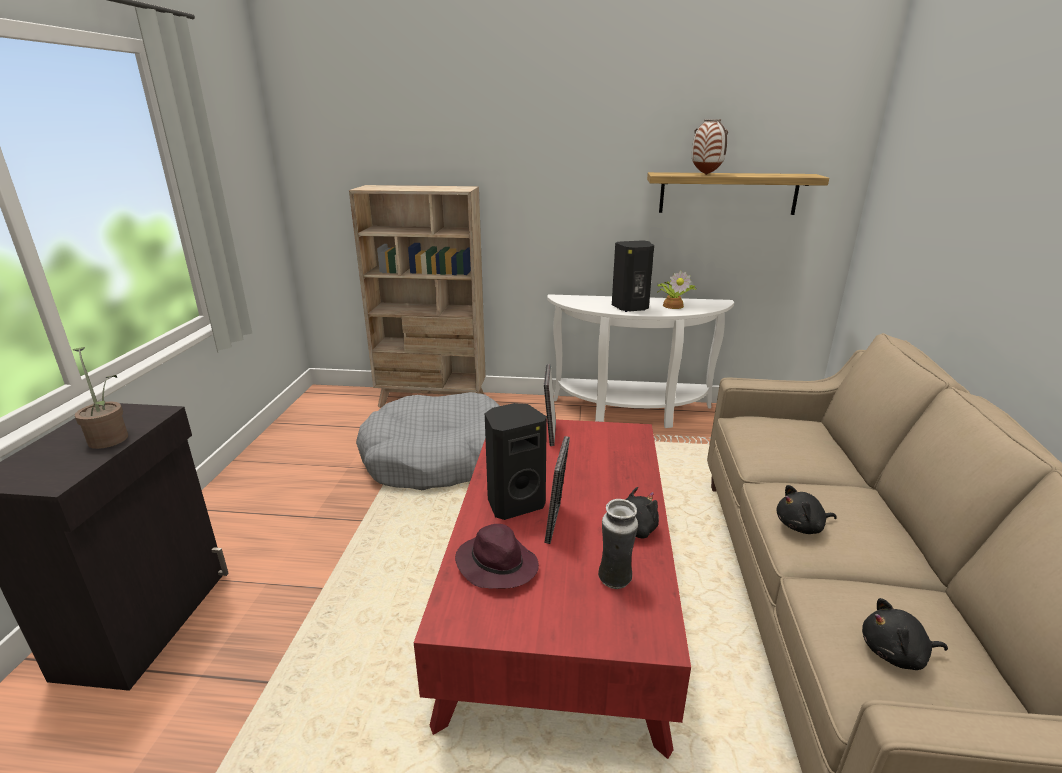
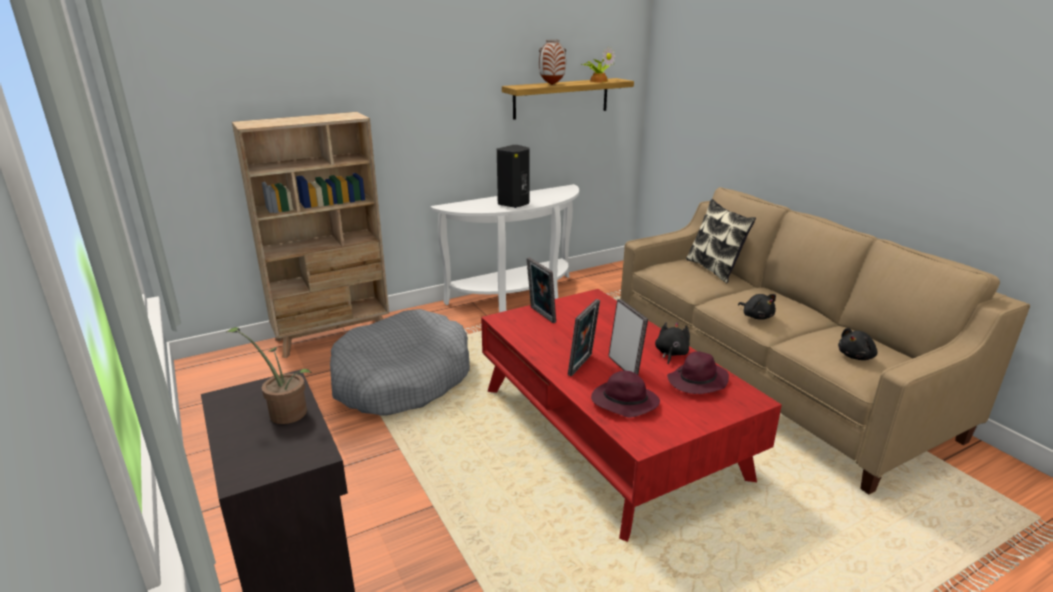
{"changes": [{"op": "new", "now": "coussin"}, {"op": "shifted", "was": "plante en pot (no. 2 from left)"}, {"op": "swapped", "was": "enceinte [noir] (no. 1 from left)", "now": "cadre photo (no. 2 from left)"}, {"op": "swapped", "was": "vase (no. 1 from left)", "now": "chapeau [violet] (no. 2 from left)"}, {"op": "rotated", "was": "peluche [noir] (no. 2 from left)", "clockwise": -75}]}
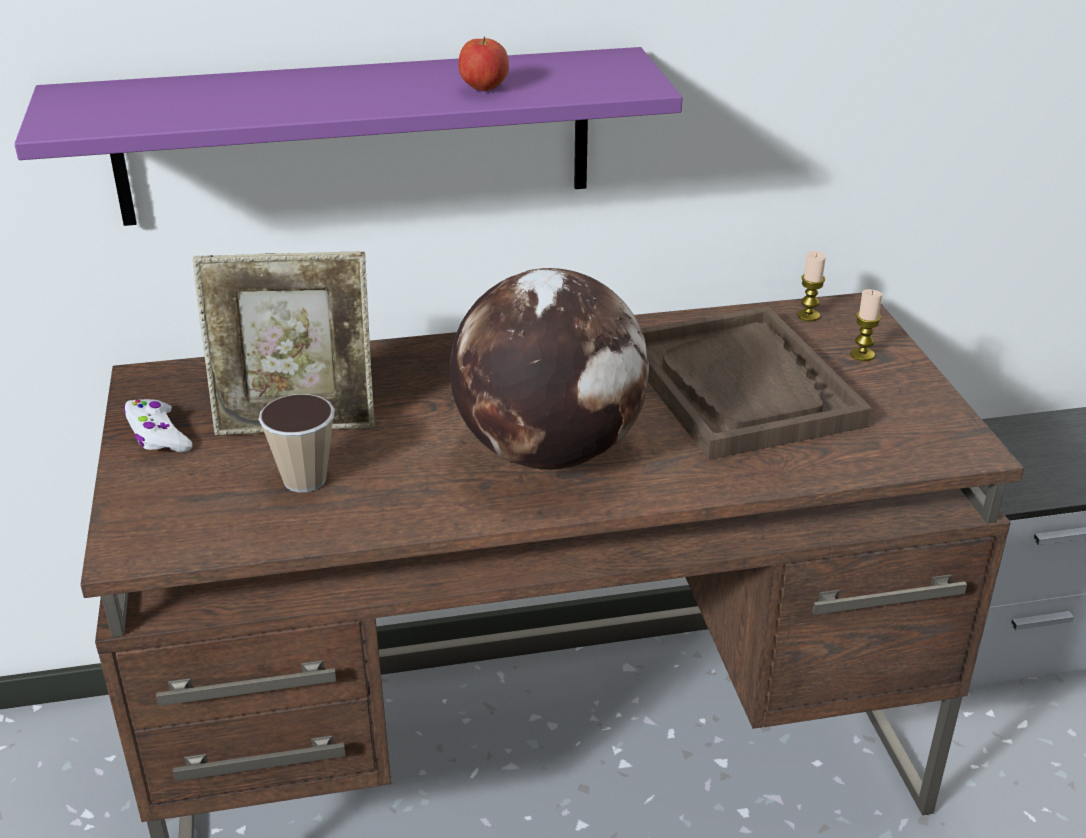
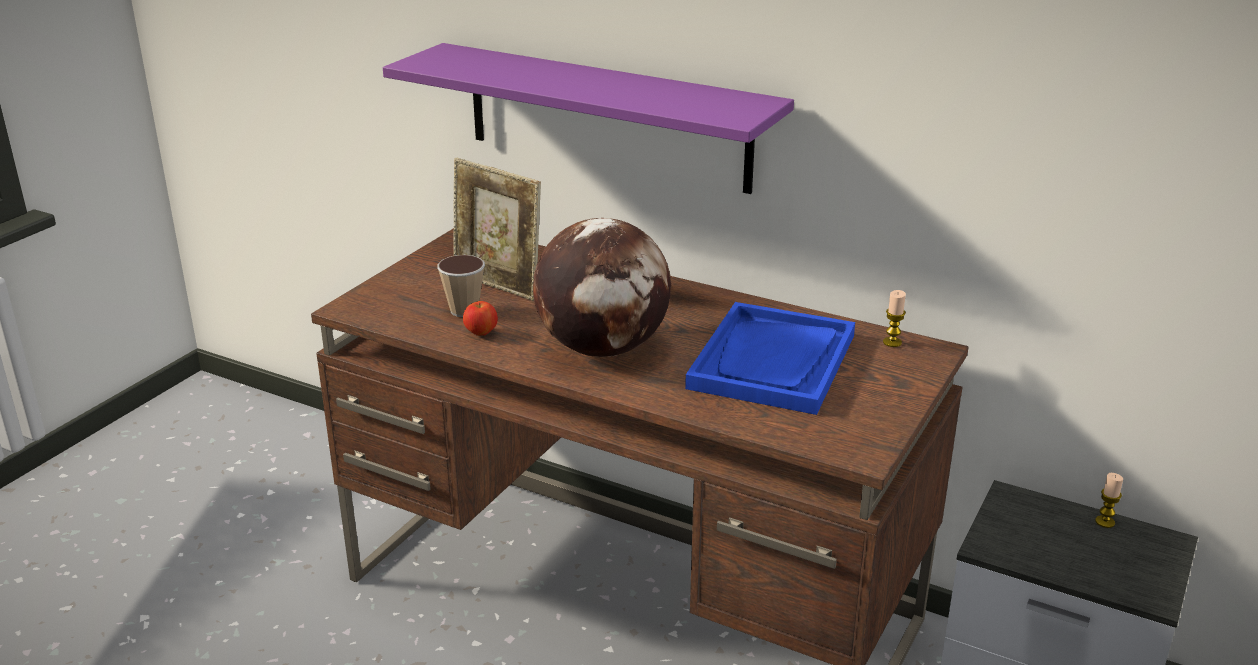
{"changes": [{"op": "gone", "was": "manette [blanc]"}, {"op": "shifted", "was": "pomme"}, {"op": "shifted", "was": "bougie (no. 2 from left)"}, {"op": "repainted", "was": "plateau [marron]", "now": "plateau [bleu]"}]}
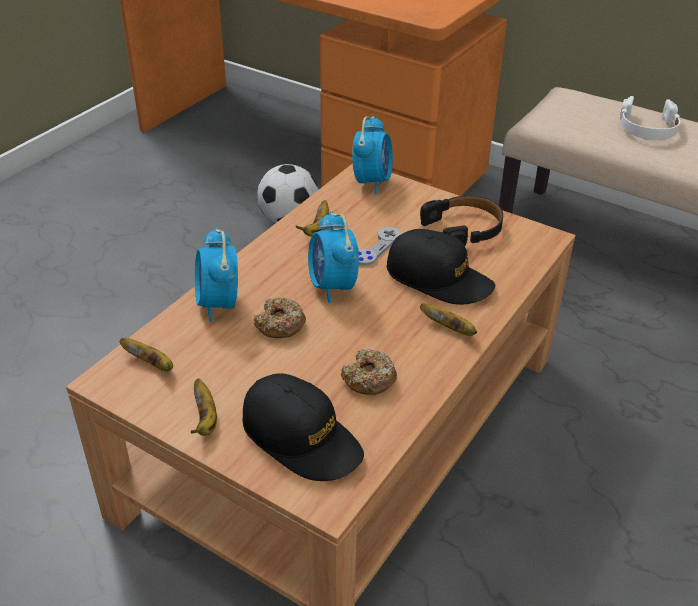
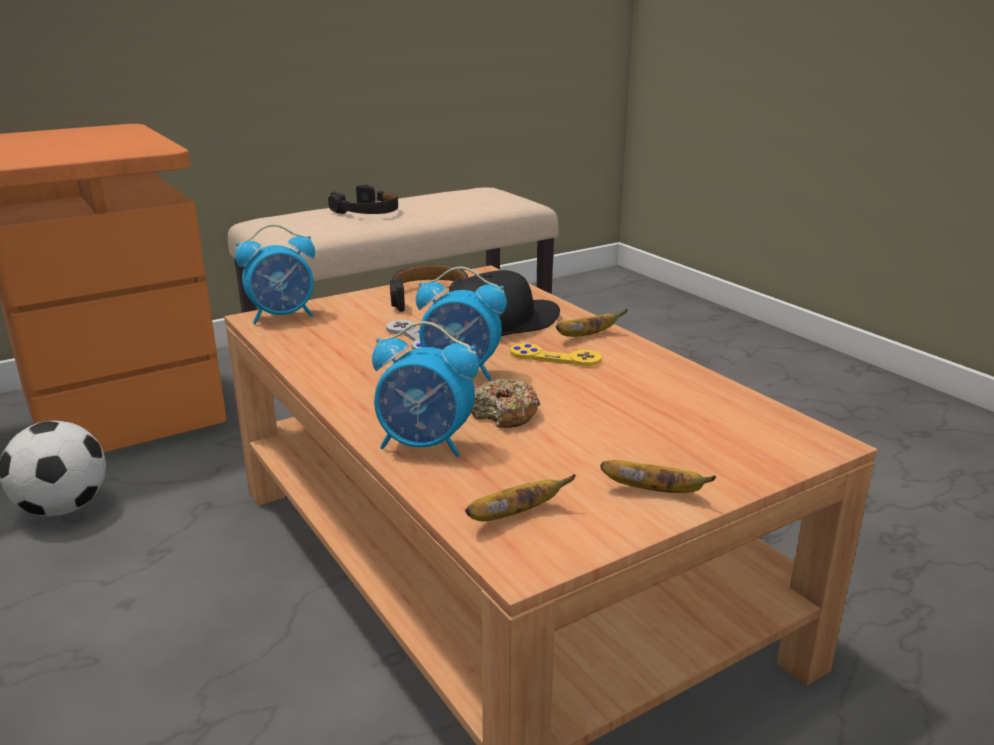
{"changes": [{"op": "gone", "was": "casquette [noir] (no. 1 from left)"}, {"op": "gone", "was": "banane (no. 3 from left)"}, {"op": "gone", "was": "beignet (no. 2 from left)"}, {"op": "new", "now": "manette [jaune]"}, {"op": "repainted", "was": "casque audio [blanc]", "now": "casque audio [noir] (no. 1 from left)"}, {"op": "rotated", "was": "réveil (no. 3 from left in the first image)", "clockwise": 120}]}
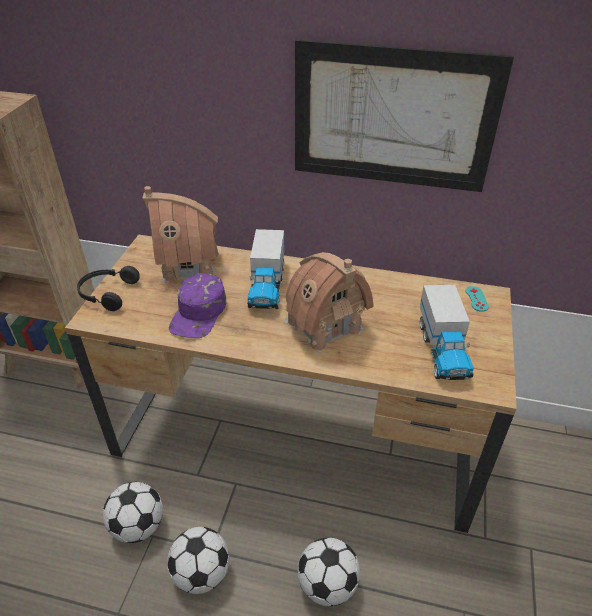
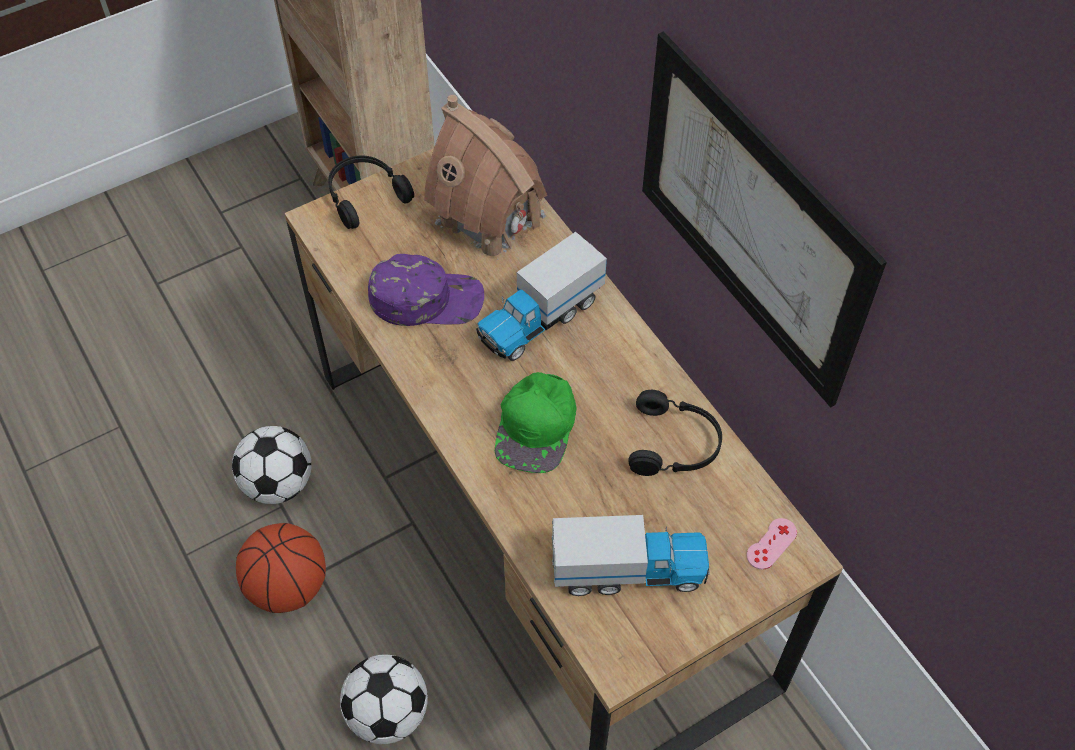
{"changes": [{"op": "new", "now": "casque audio [noir] (no. 2 from left)"}, {"op": "swapped", "was": "ballon de foot (no. 2 from left)", "now": "ballon de basket"}, {"op": "swapped", "was": "maison miniature (no. 2 from left)", "now": "casquette [vert]"}, {"op": "repainted", "was": "manette [turquoise]", "now": "manette [rose]"}, {"op": "rotated", "was": "casquette [violet]", "clockwise": -150}, {"op": "rotated", "was": "camion jouet (no. 2 from left)", "clockwise": -135}]}
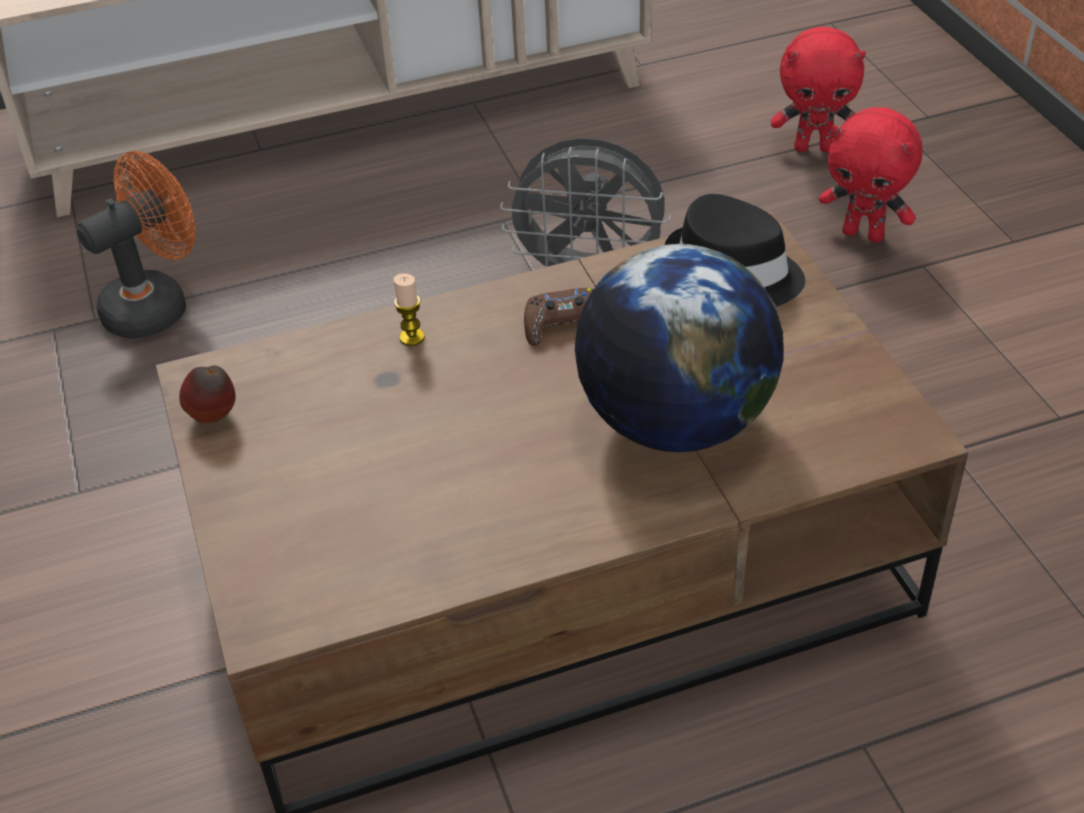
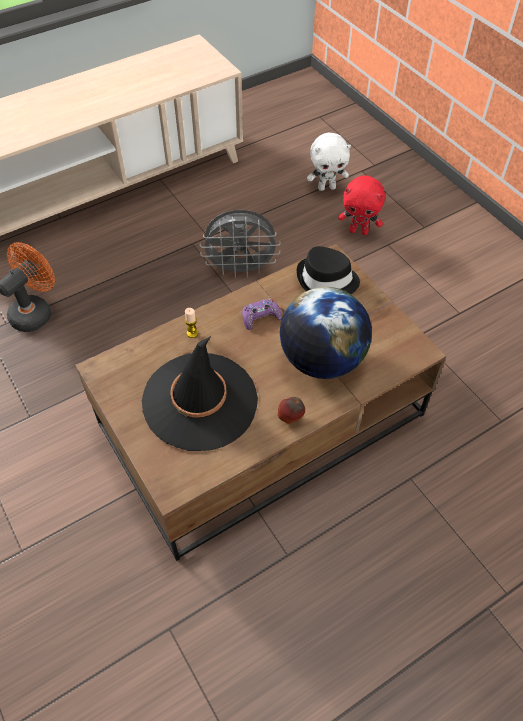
{"changes": [{"op": "new", "now": "chapeau [noir] (no. 1 from left)"}, {"op": "shifted", "was": "pomme"}, {"op": "repainted", "was": "manette [marron]", "now": "manette [violet]"}, {"op": "repainted", "was": "peluche [rouge] (no. 1 from left)", "now": "peluche [blanc]"}]}
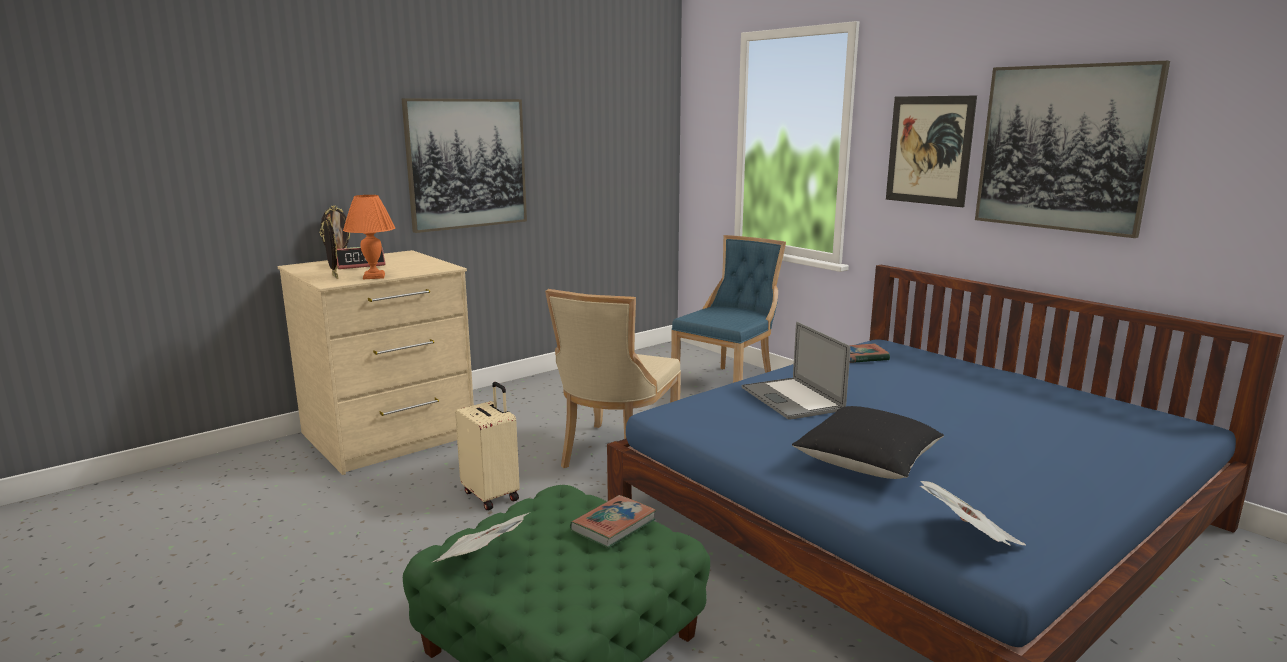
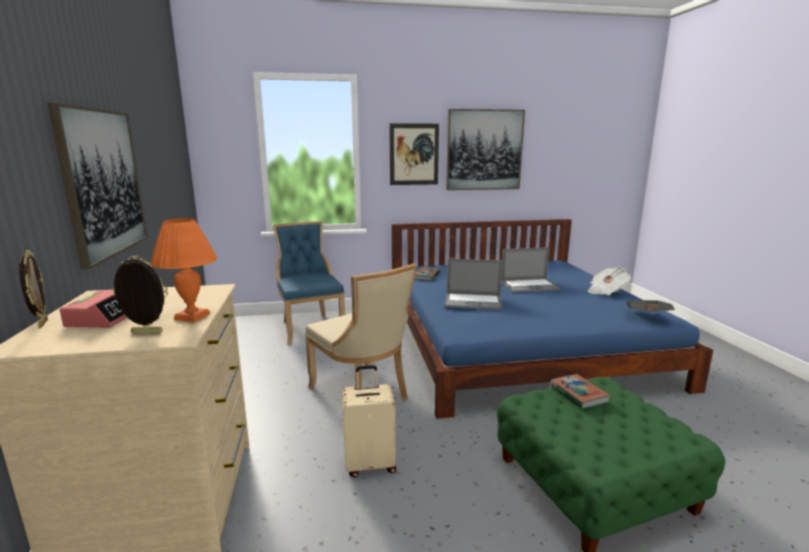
{"changes": [{"op": "gone", "was": "coussin [noir]"}, {"op": "new", "now": "ordinateur portable (no. 2 from left)"}, {"op": "shifted", "was": "journal (no. 1 from left)"}]}
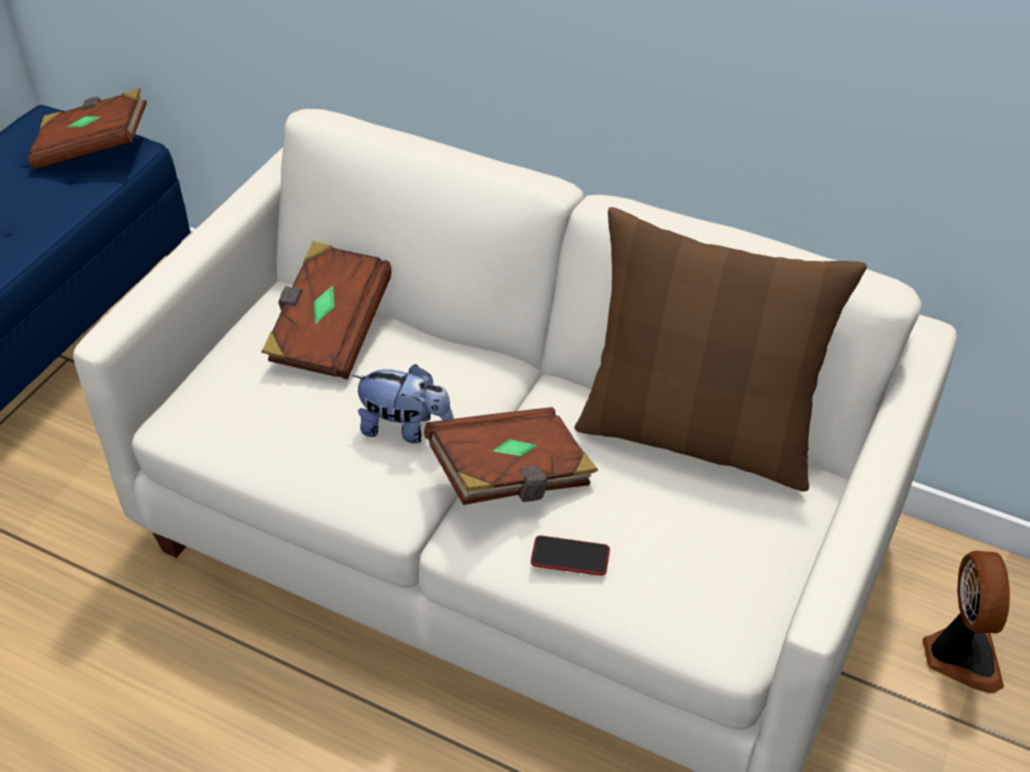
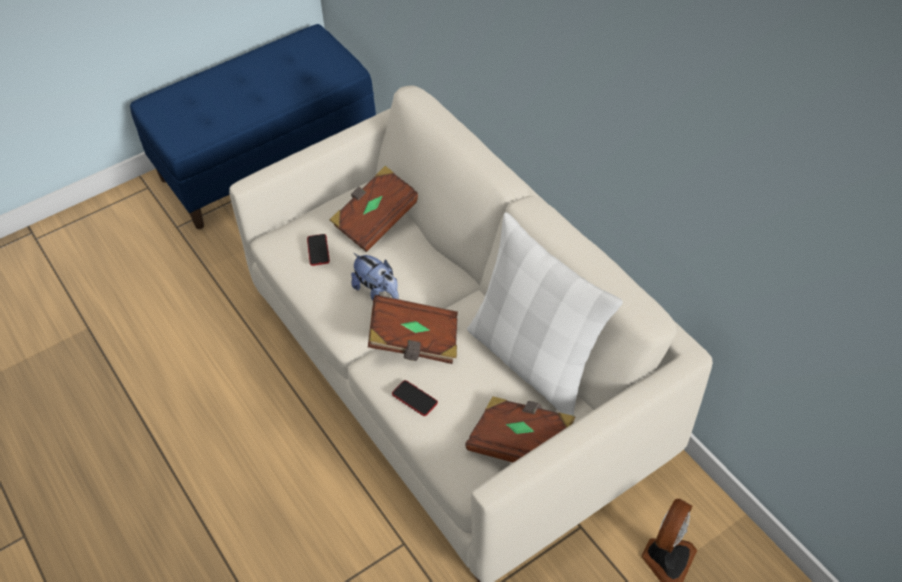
{"changes": [{"op": "new", "now": "téléphone (no. 1 from left)"}, {"op": "shifted", "was": "livre [marron] (no. 1 from left in the first image)", "now": "livre [marron] (no. 3 from left)"}, {"op": "repainted", "was": "coussin [marron]", "now": "coussin [blanc]"}]}
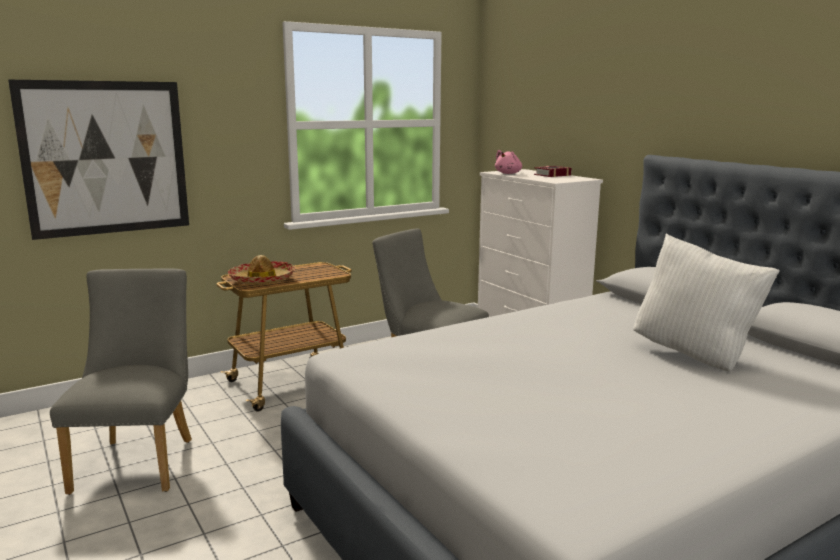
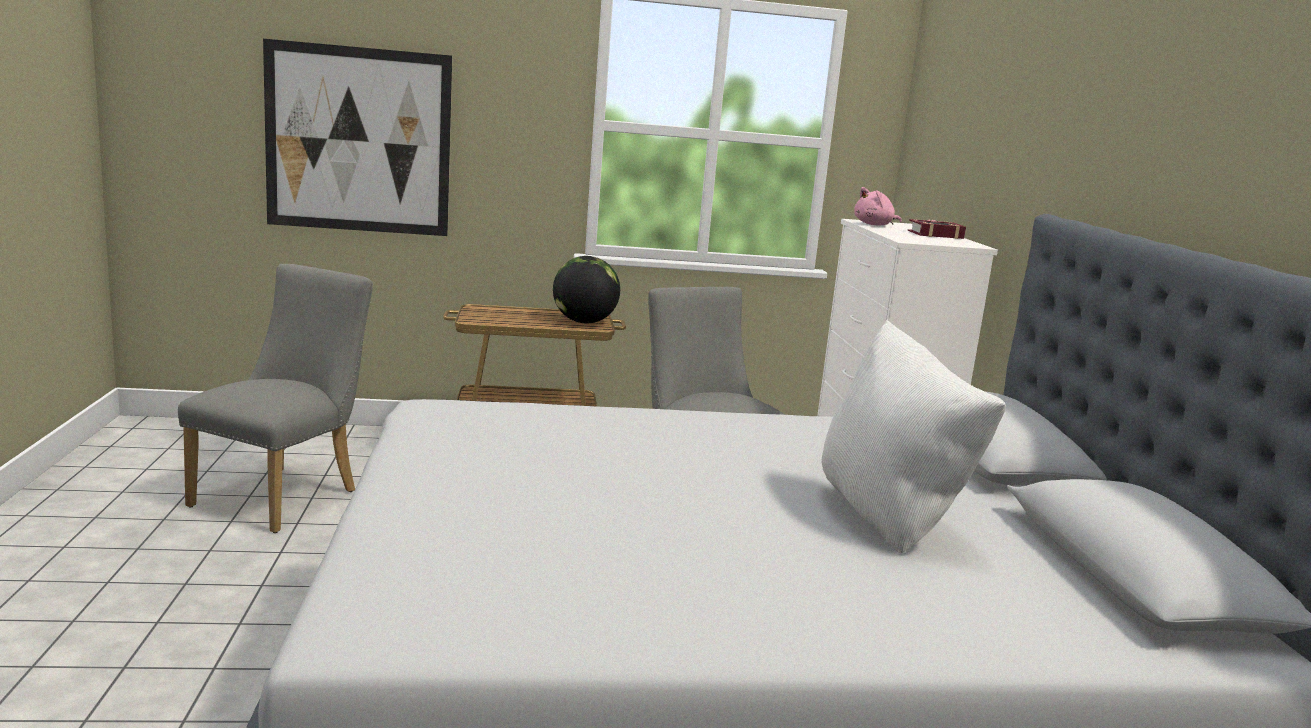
{"changes": [{"op": "gone", "was": "chapeau"}, {"op": "new", "now": "globe"}]}
